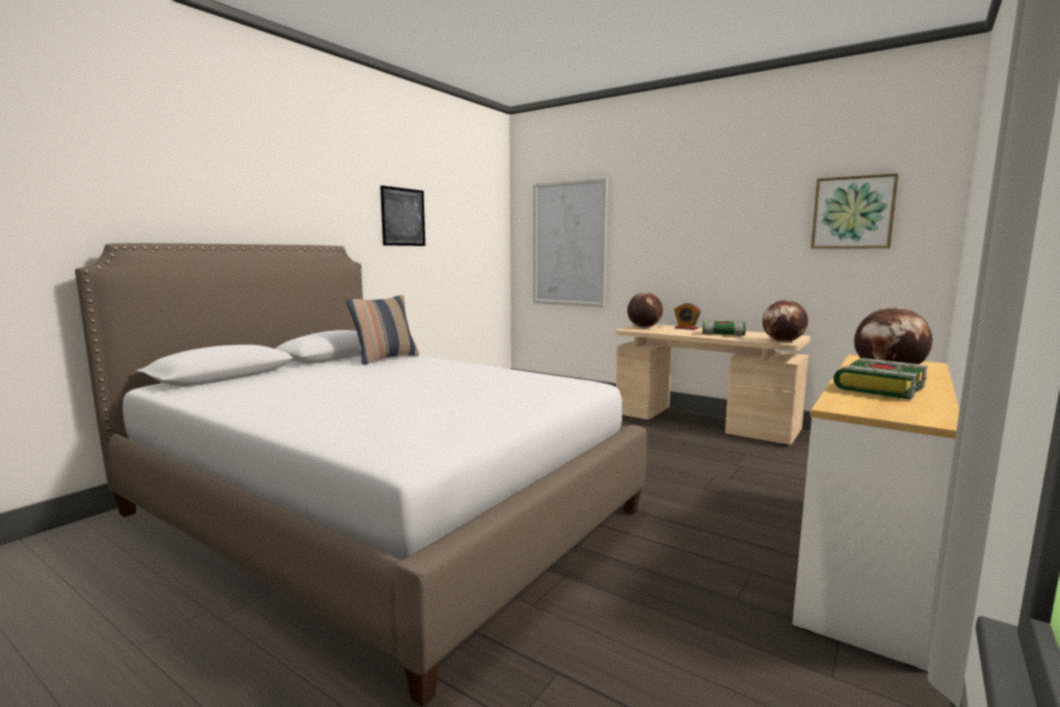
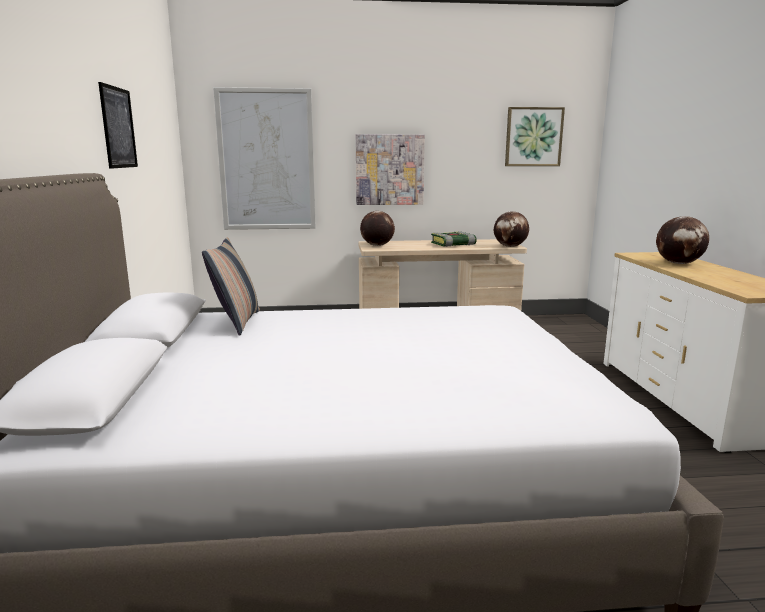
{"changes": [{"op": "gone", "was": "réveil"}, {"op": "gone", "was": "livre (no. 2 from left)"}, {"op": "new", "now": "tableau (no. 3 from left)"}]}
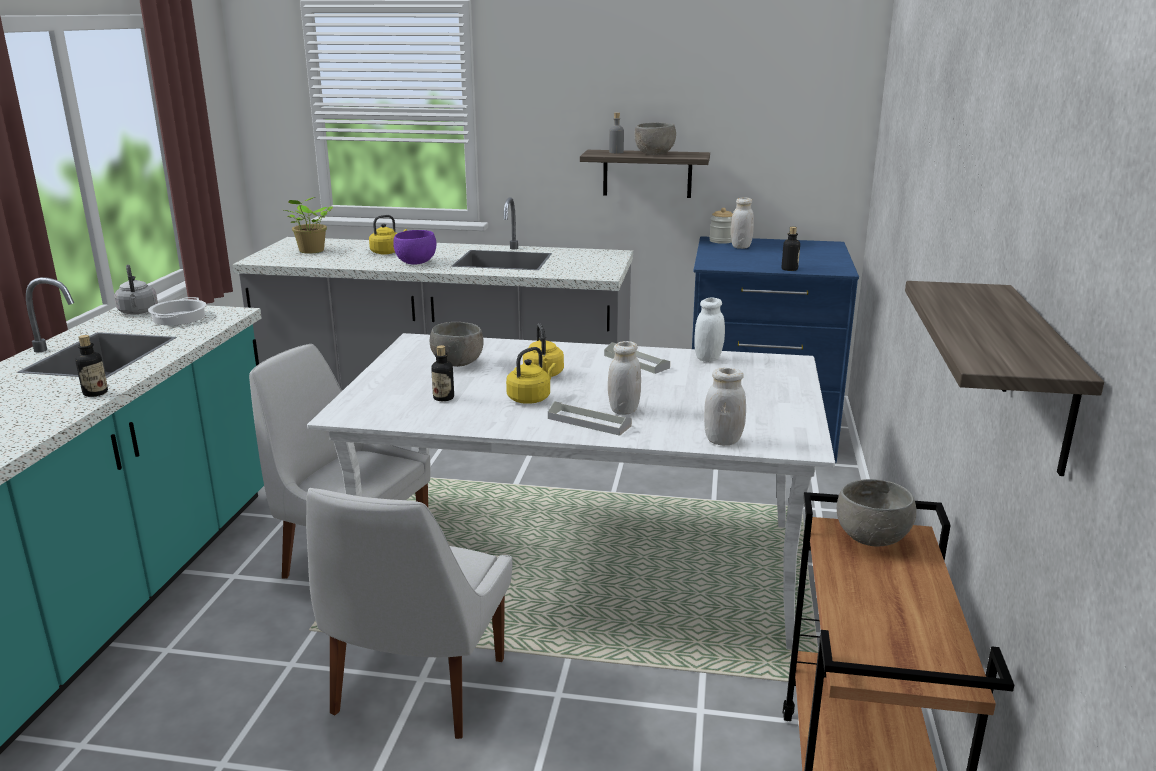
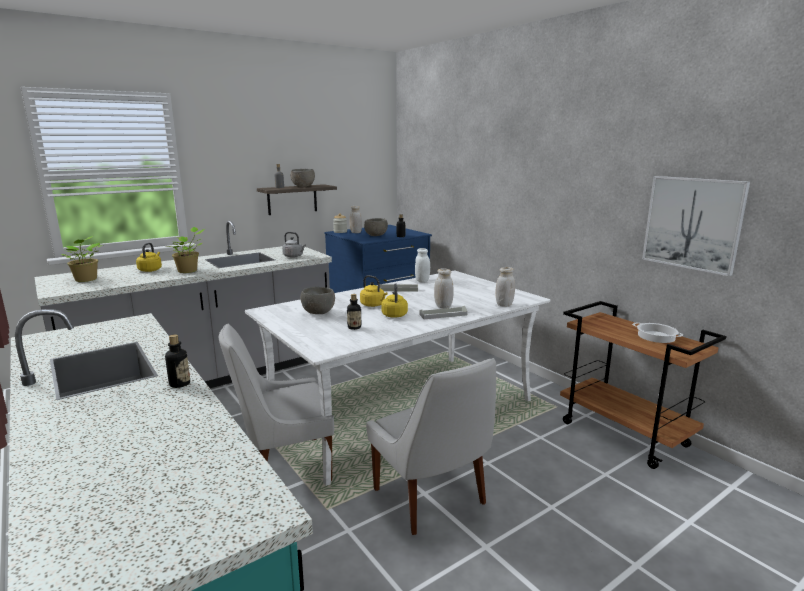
{"changes": [{"op": "shifted", "was": "bouilloire [gris]"}, {"op": "shifted", "was": "marmite"}, {"op": "shifted", "was": "bol [gris] (no. 3 from left)"}, {"op": "swapped", "was": "bol [violet]", "now": "plante en pot (no. 2 from left)"}, {"op": "swapped", "was": "étagère (no. 2 from left)", "now": "tableau"}]}
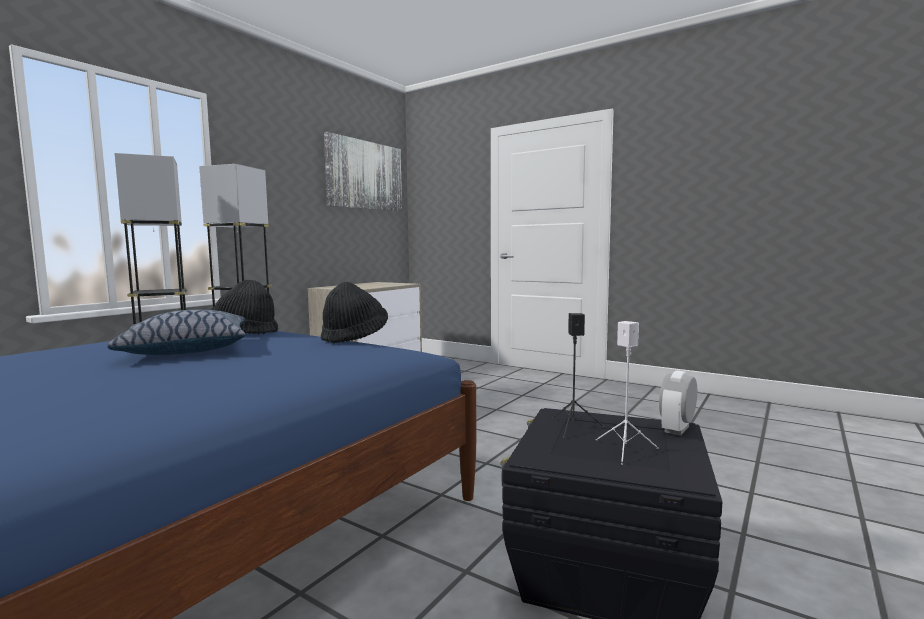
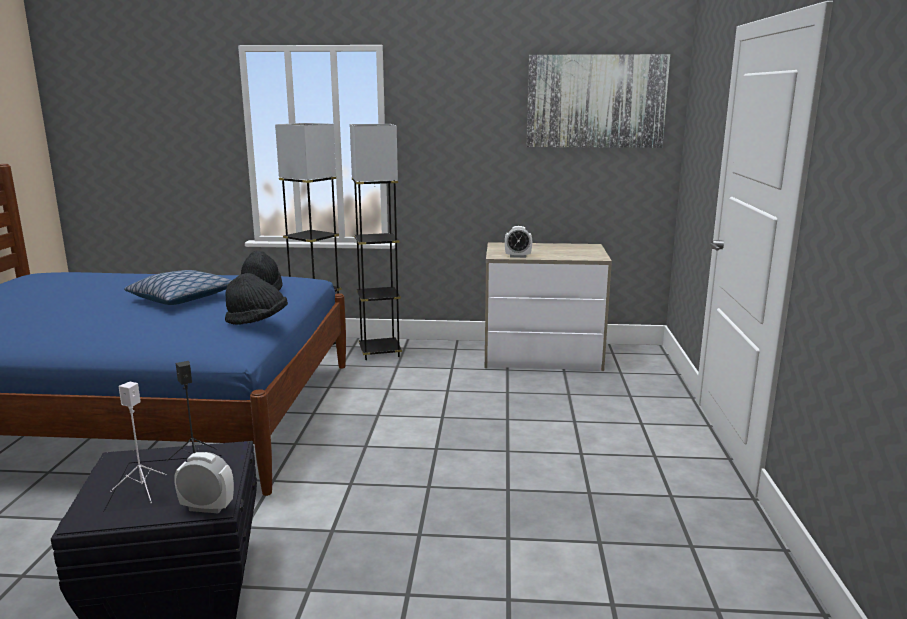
{"changes": [{"op": "new", "now": "réveil (no. 2 from left)"}]}
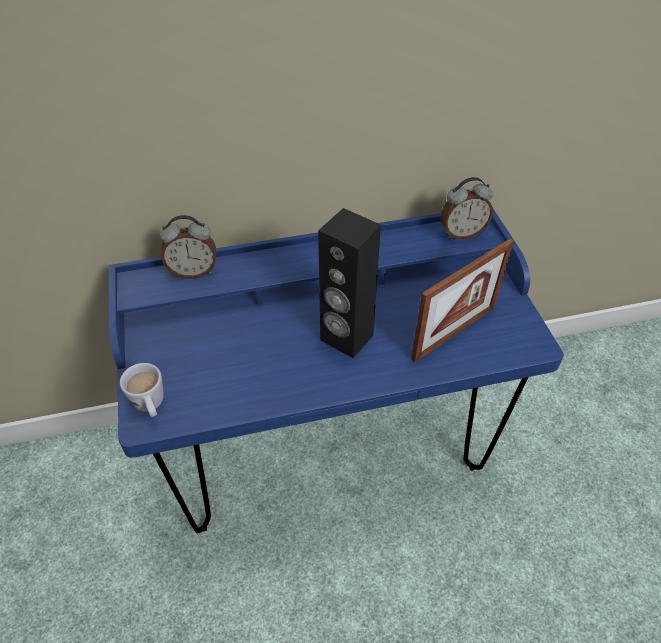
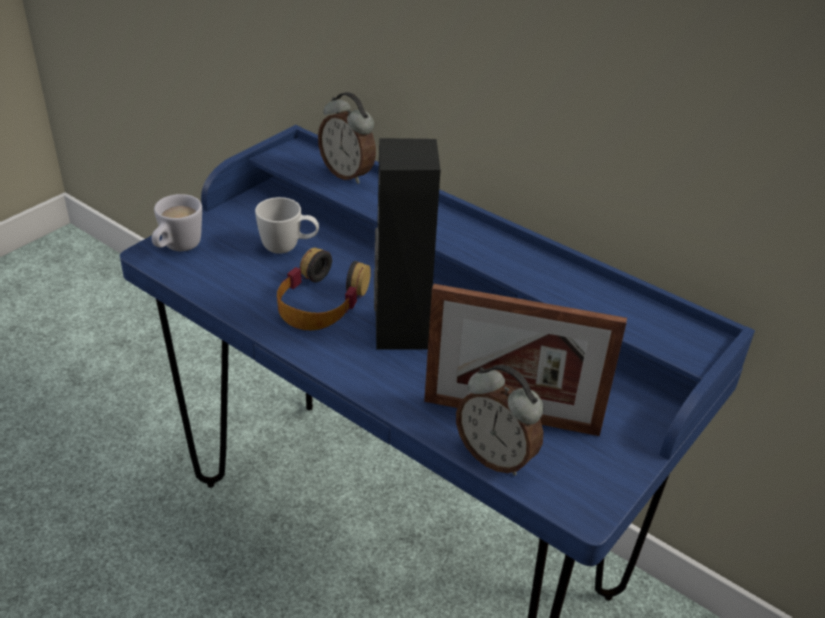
{"changes": [{"op": "new", "now": "mug [blanc] (no. 2 from left)"}, {"op": "new", "now": "casque audio"}, {"op": "shifted", "was": "réveil (no. 2 from left)"}]}
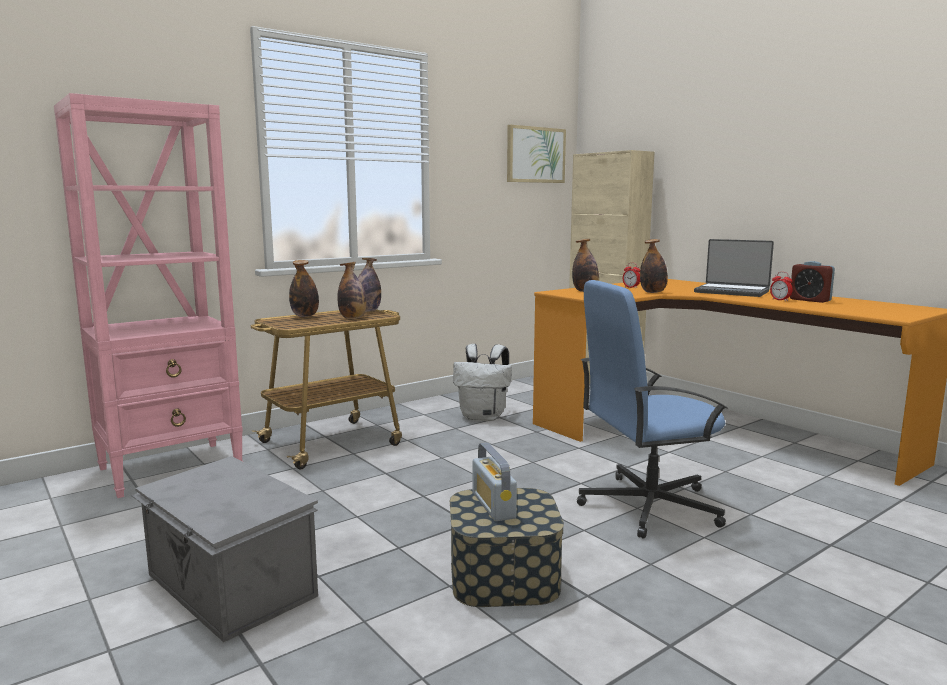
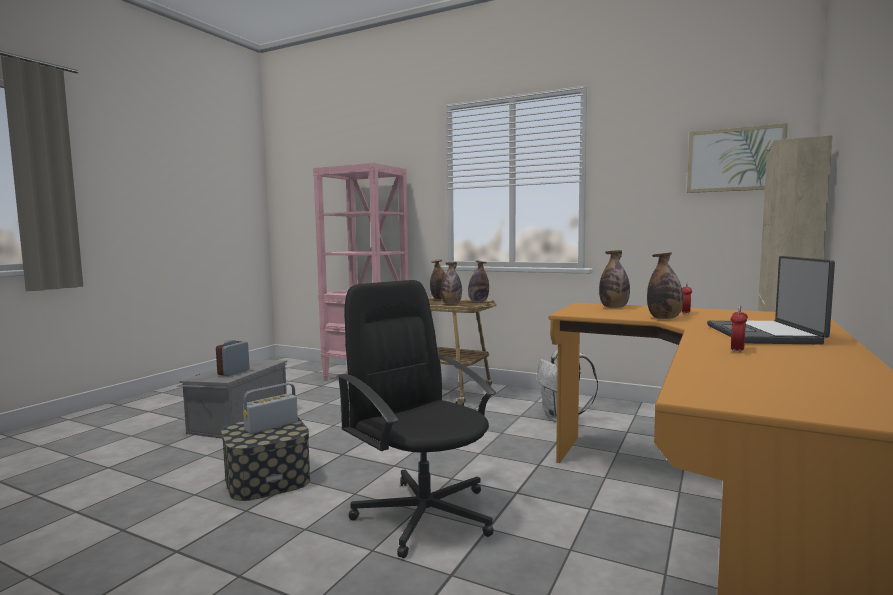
{"changes": [{"op": "shifted", "was": "réveil (no. 3 from left in the first image)", "now": "réveil (no. 1 from left)"}, {"op": "repainted", "was": "chaise de bureau [bleu]", "now": "chaise de bureau [noir]"}]}
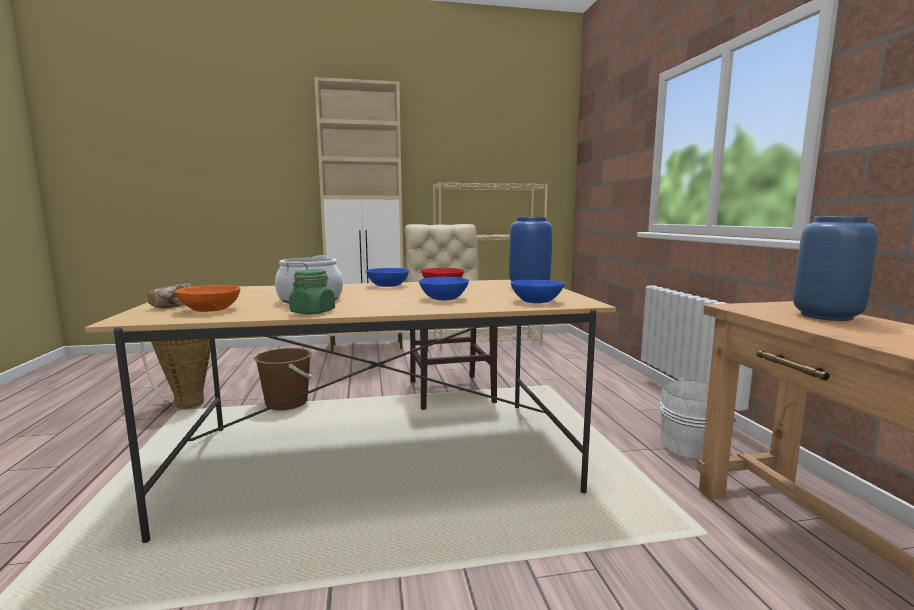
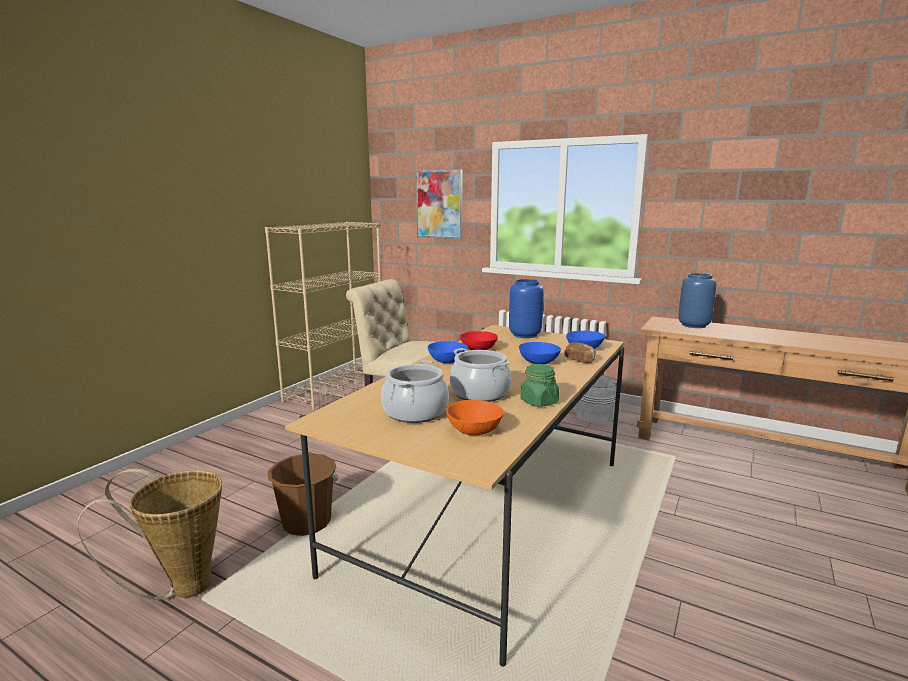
{"changes": [{"op": "gone", "was": "meuble de rangement [beige]"}, {"op": "new", "now": "marmite (no. 1 from left)"}, {"op": "new", "now": "tableau"}, {"op": "shifted", "was": "pain"}]}
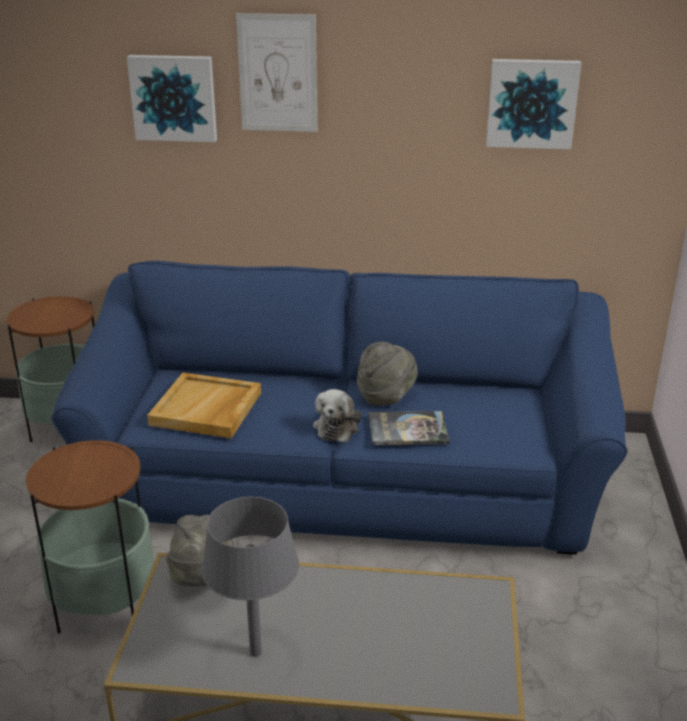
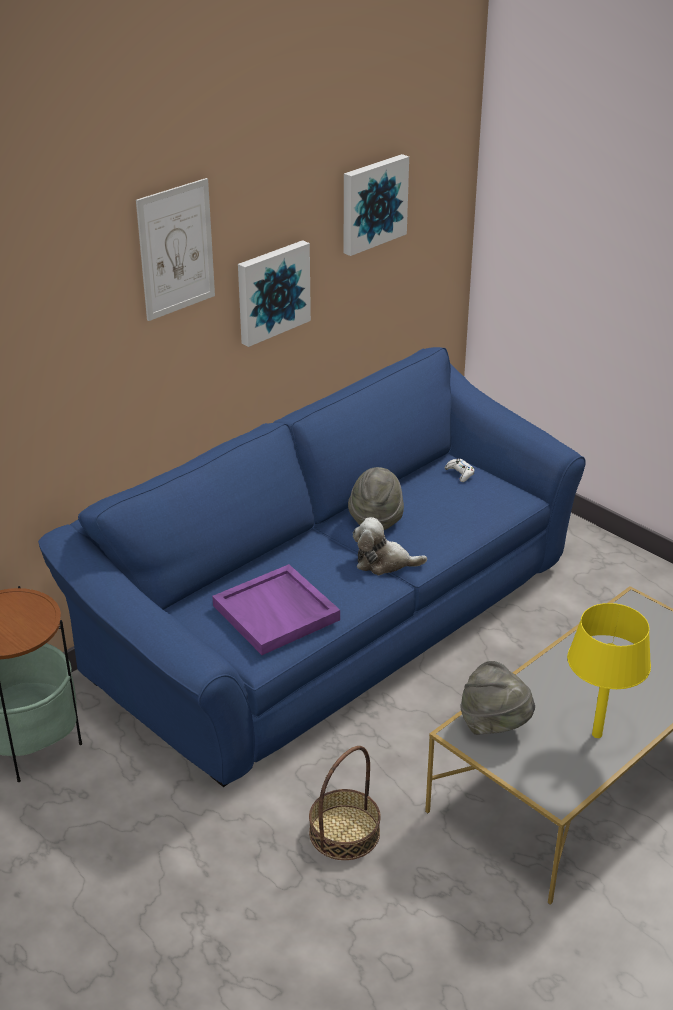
{"changes": [{"op": "gone", "was": "livre"}, {"op": "new", "now": "manette [blanc]"}, {"op": "shifted", "was": "tableau (no. 1 from left in the first image)", "now": "tableau (no. 2 from left)"}, {"op": "swapped", "was": "table d'appoint (no. 2 from left)", "now": "panier"}, {"op": "repainted", "was": "plateau [beige]", "now": "plateau [violet]"}, {"op": "repainted", "was": "lampe de table [gris]", "now": "lampe de table [jaune]"}, {"op": "rotated", "was": "peluche", "clockwise": 135}]}
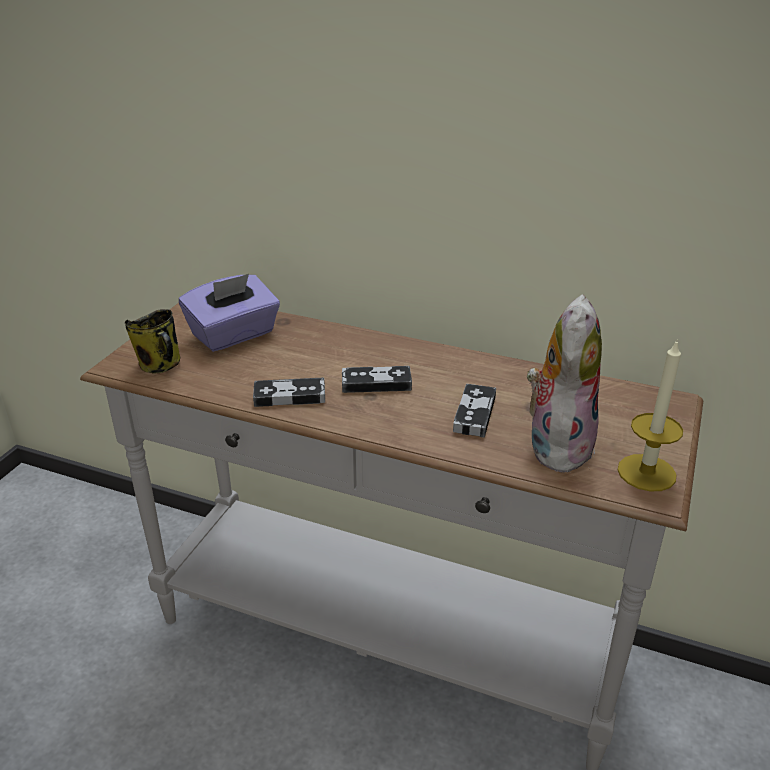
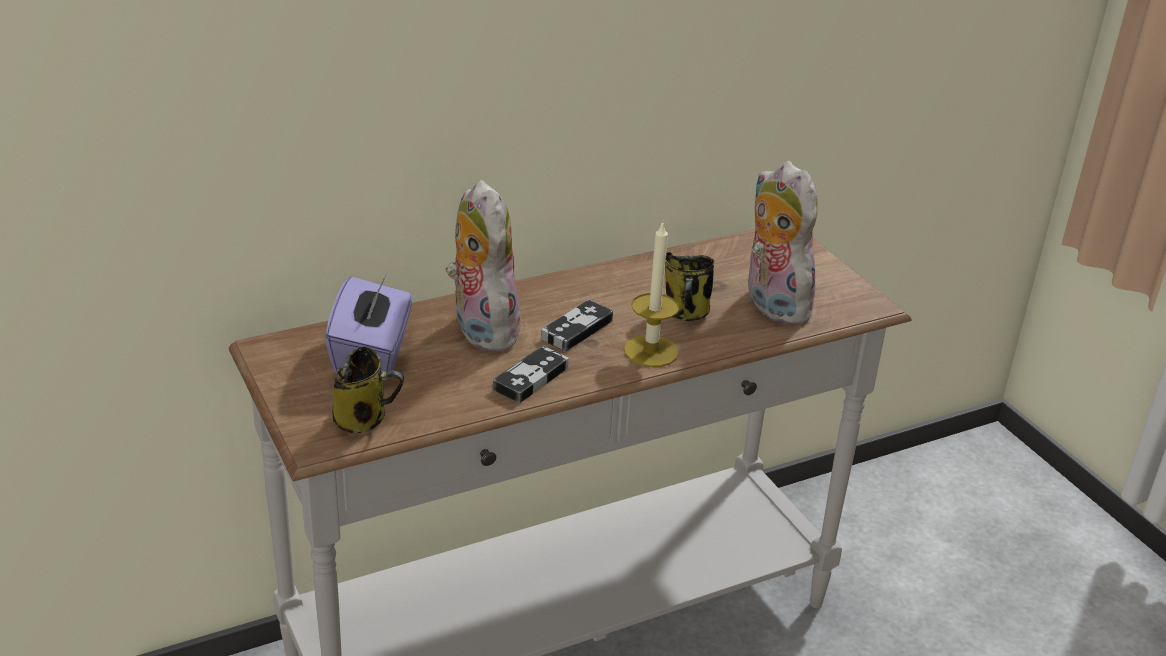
{"changes": [{"op": "new", "now": "peluche (no. 1 from left)"}, {"op": "shifted", "was": "bougie"}, {"op": "swapped", "was": "manette (no. 3 from left)", "now": "mug (no. 2 from left)"}]}
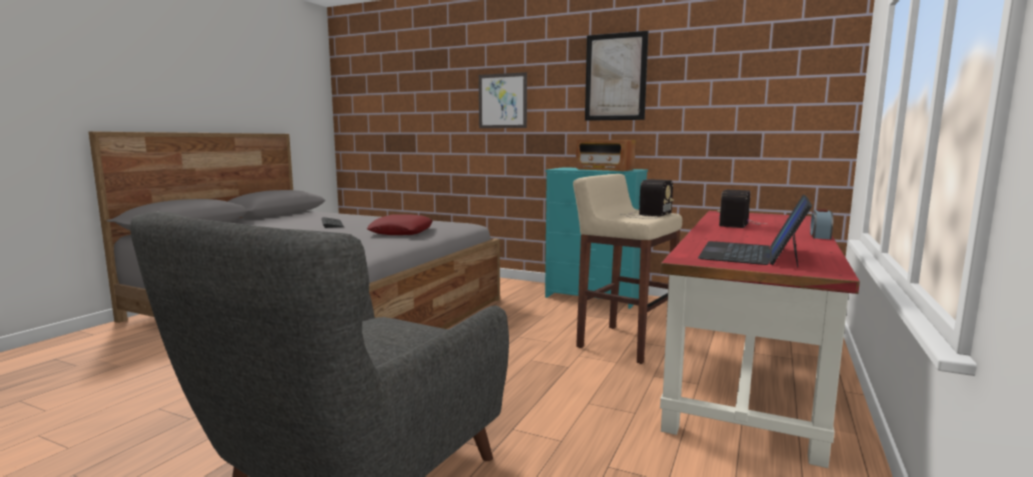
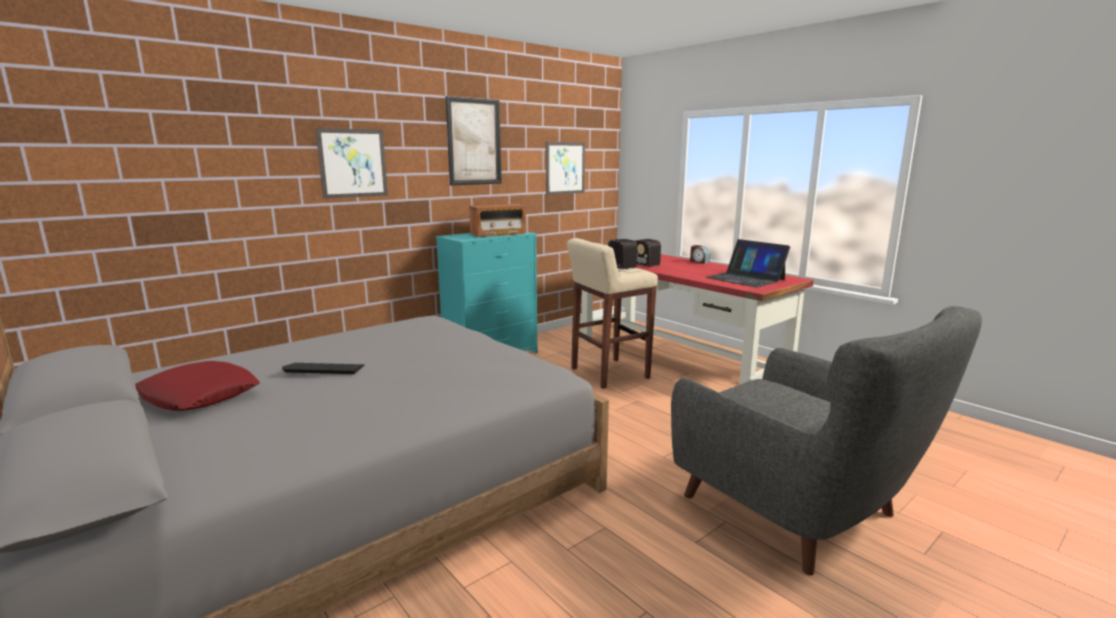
{"changes": [{"op": "new", "now": "tableau (no. 3 from left)"}, {"op": "shifted", "was": "coussin [rouge]"}]}
